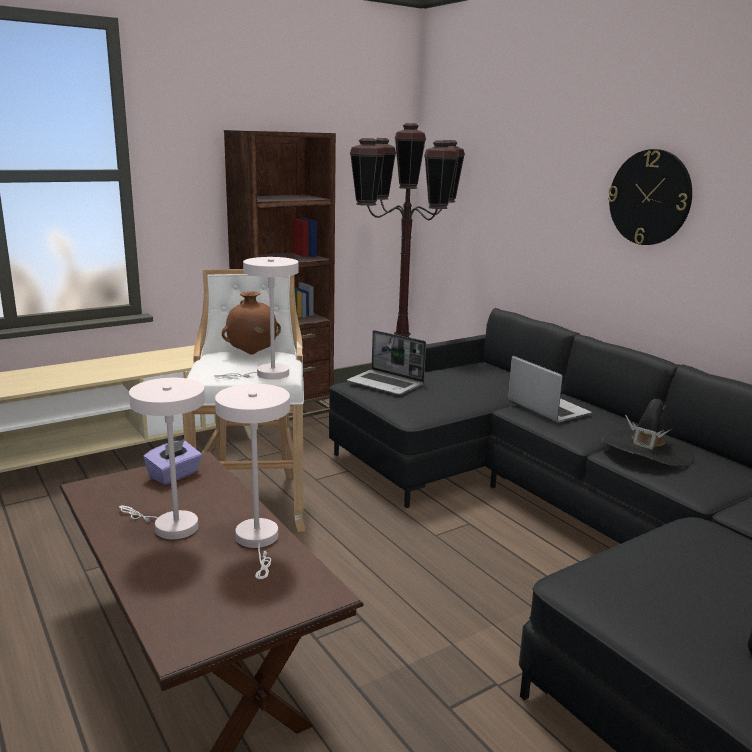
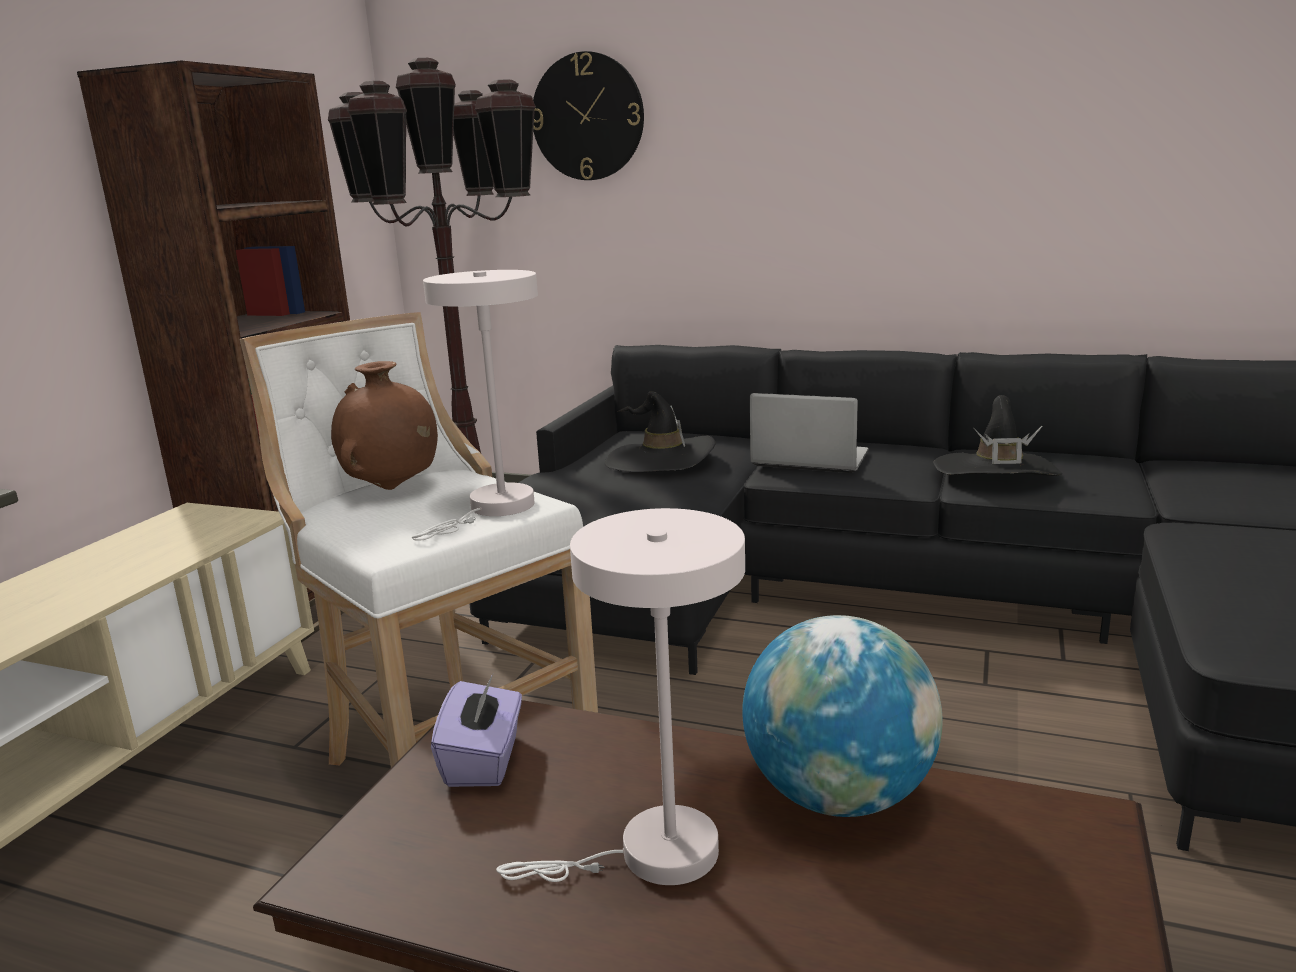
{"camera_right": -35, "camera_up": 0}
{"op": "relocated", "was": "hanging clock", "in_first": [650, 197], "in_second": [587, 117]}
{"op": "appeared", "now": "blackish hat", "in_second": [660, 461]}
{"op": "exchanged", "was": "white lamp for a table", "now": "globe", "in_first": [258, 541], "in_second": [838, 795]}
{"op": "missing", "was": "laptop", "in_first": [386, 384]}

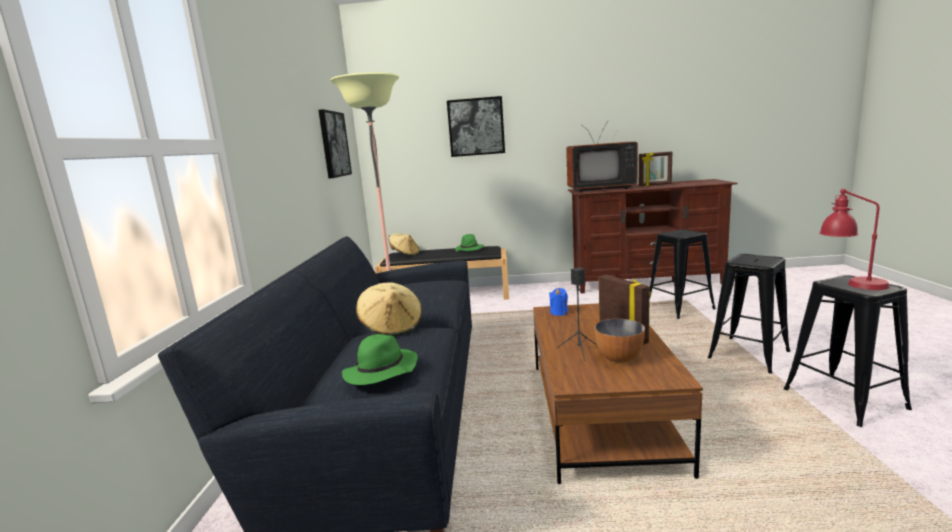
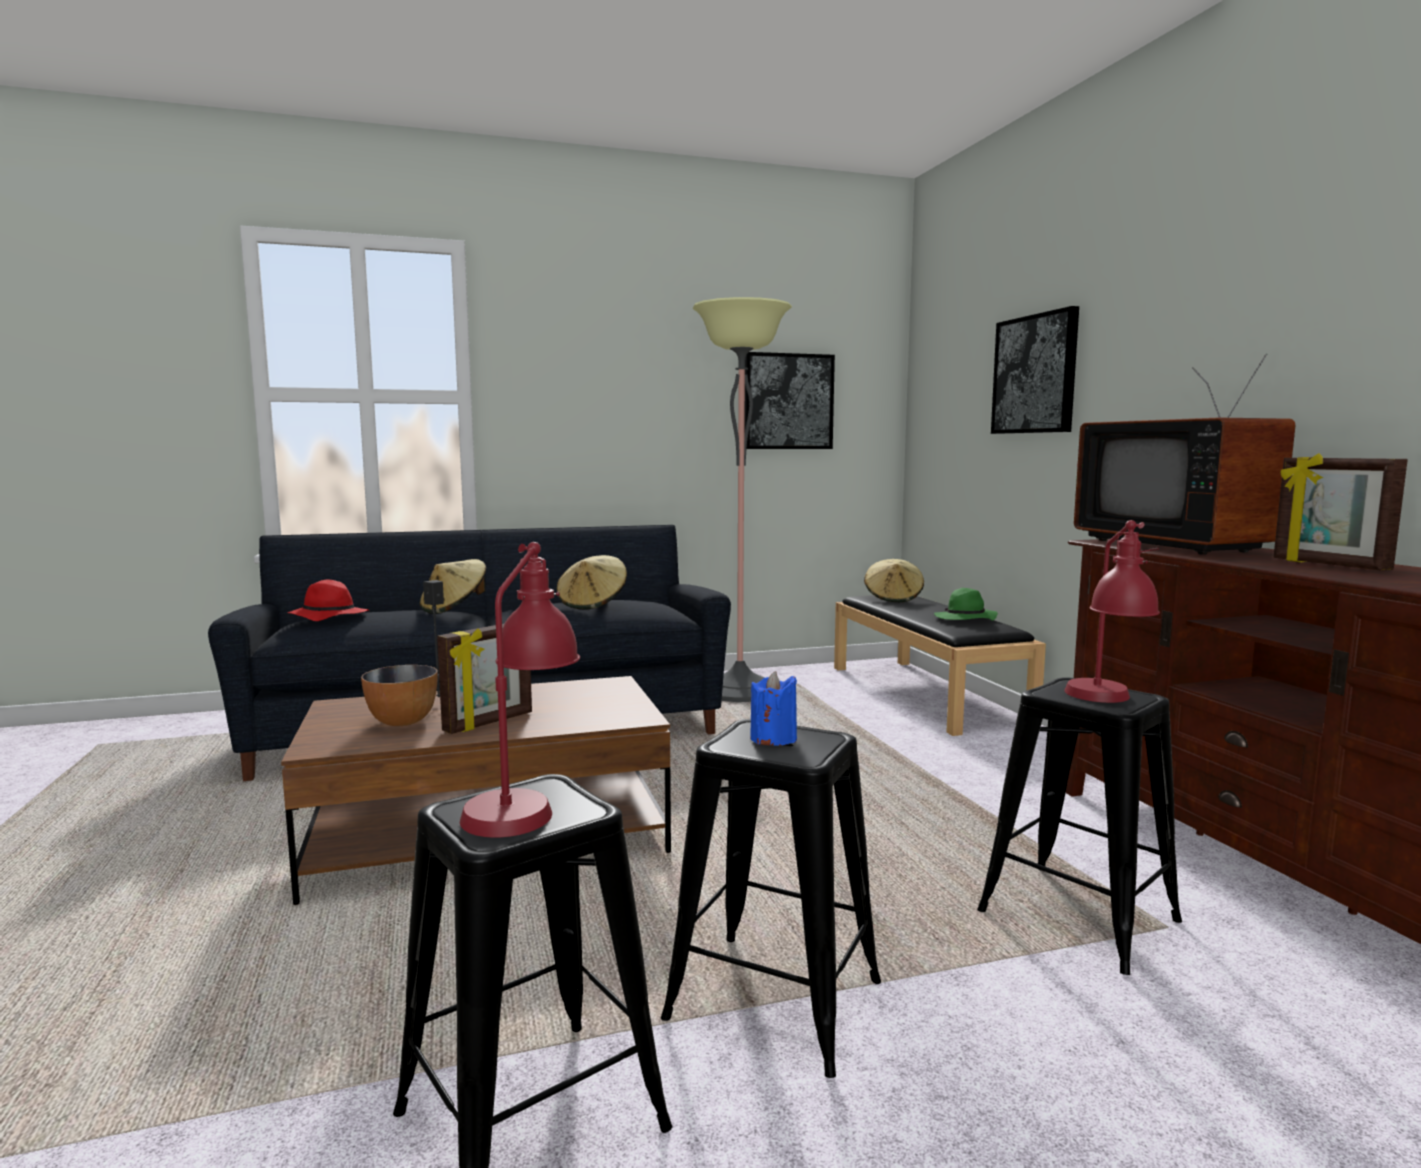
{"camera_right": 70, "camera_up": -5}
{"op": "colour", "was": "greenish hat", "now": "reddish hat", "in_first": [381, 372], "in_second": [328, 617]}
{"op": "appeared", "now": "beige-coloured hat", "in_second": [592, 604]}
{"op": "relocated", "was": "blue candle", "in_first": [559, 312], "in_second": [773, 739]}
{"op": "appeared", "now": "reddish lamp for a table", "in_second": [1107, 701]}

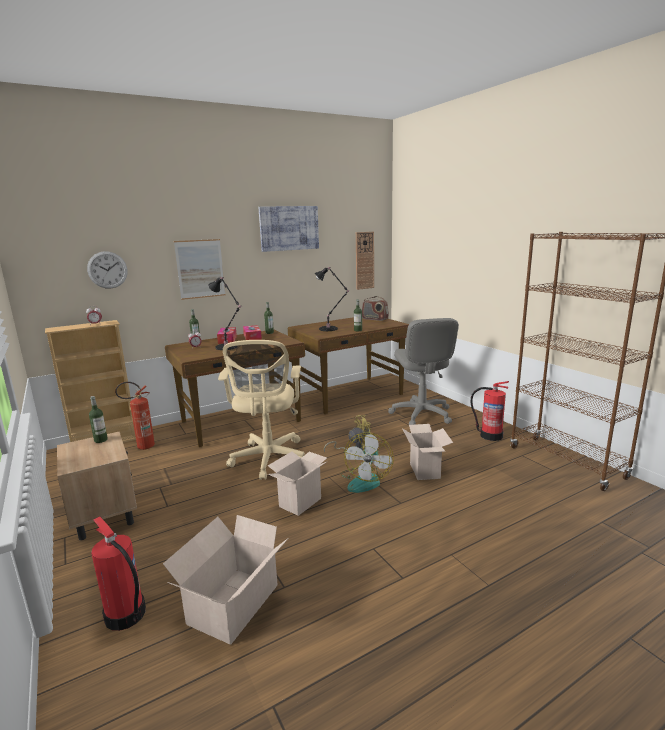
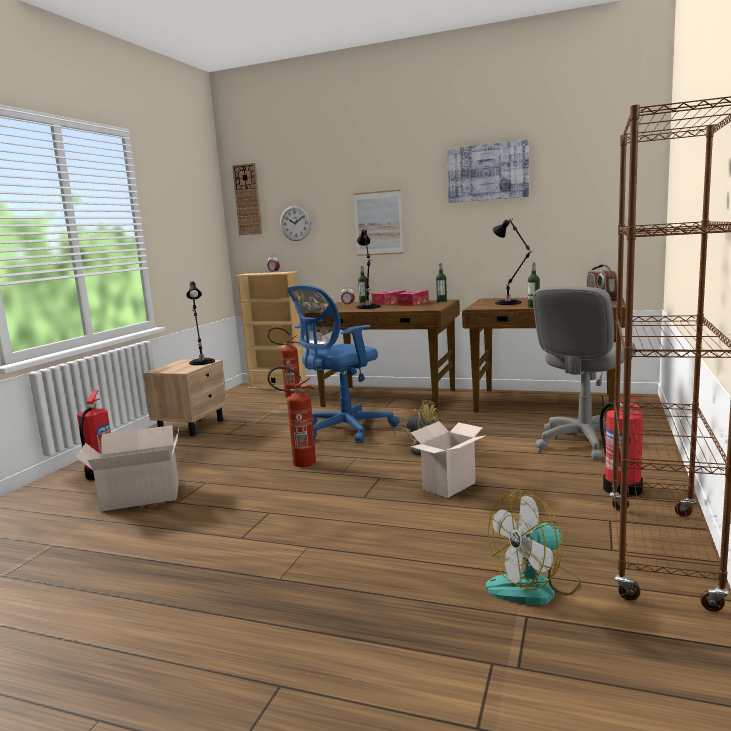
{"camera_right": 50, "camera_up": -5}
{"op": "exchanged", "was": "drink bottle", "now": "blackish lamp for a table", "in_first": [101, 440], "in_second": [202, 362]}
{"op": "relocated", "was": "hanging clock", "in_first": [364, 260], "in_second": [247, 199]}
{"op": "exchanged", "was": "packing box", "now": "fire-fighting cylinder", "in_first": [300, 501], "in_second": [298, 463]}
{"op": "colour", "was": "beige-coloured office chair", "now": "blue office chair", "in_first": [268, 460], "in_second": [343, 430]}
{"op": "relocated", "was": "cooling fan", "in_first": [365, 480], "in_second": [534, 586]}

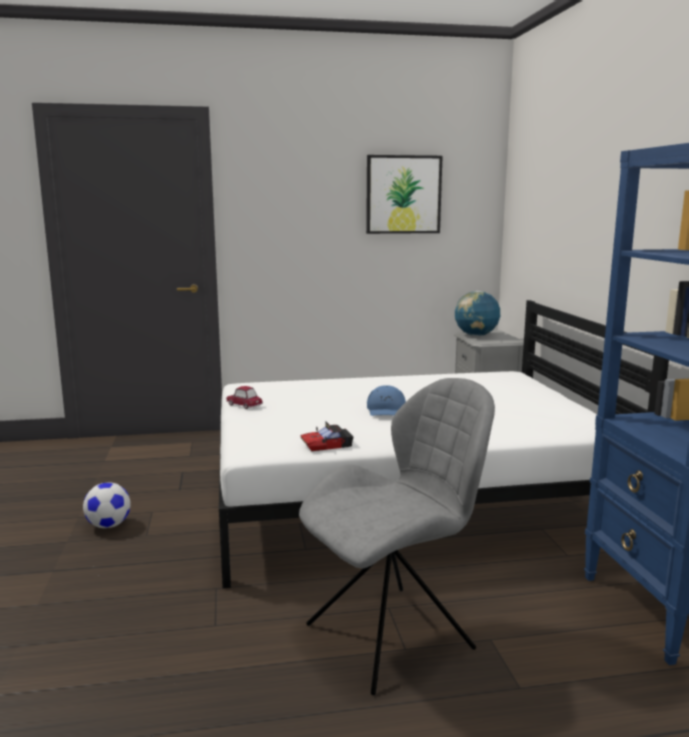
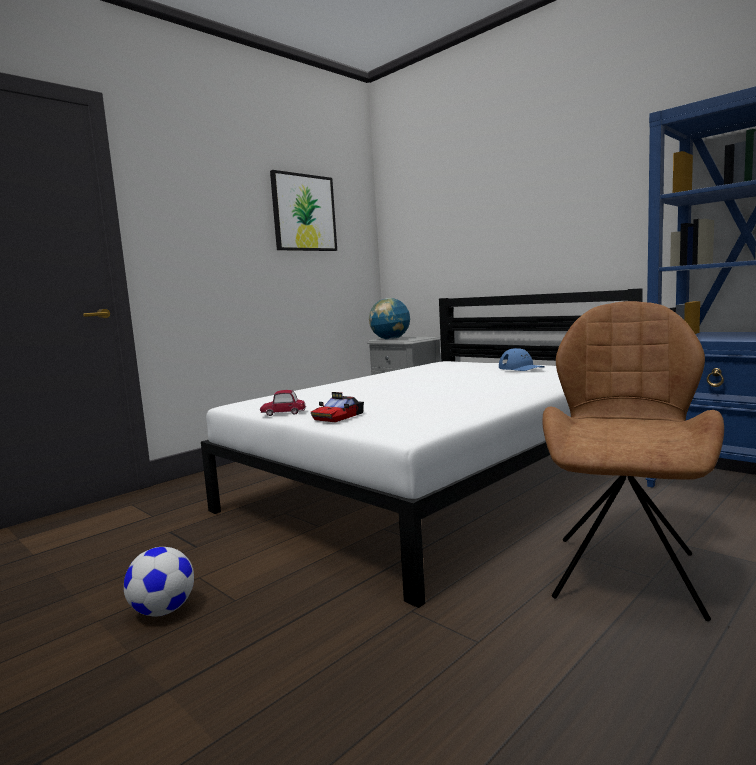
{"camera_right": -35, "camera_up": -5}
{"op": "relocated", "was": "miniature car", "in_first": [327, 444], "in_second": [338, 416]}
{"op": "relocated", "was": "blue cap", "in_first": [386, 410], "in_second": [521, 368]}
{"op": "colour", "was": "greyish plain chair", "now": "brown-coloured plain chair", "in_first": [394, 634], "in_second": [626, 572]}

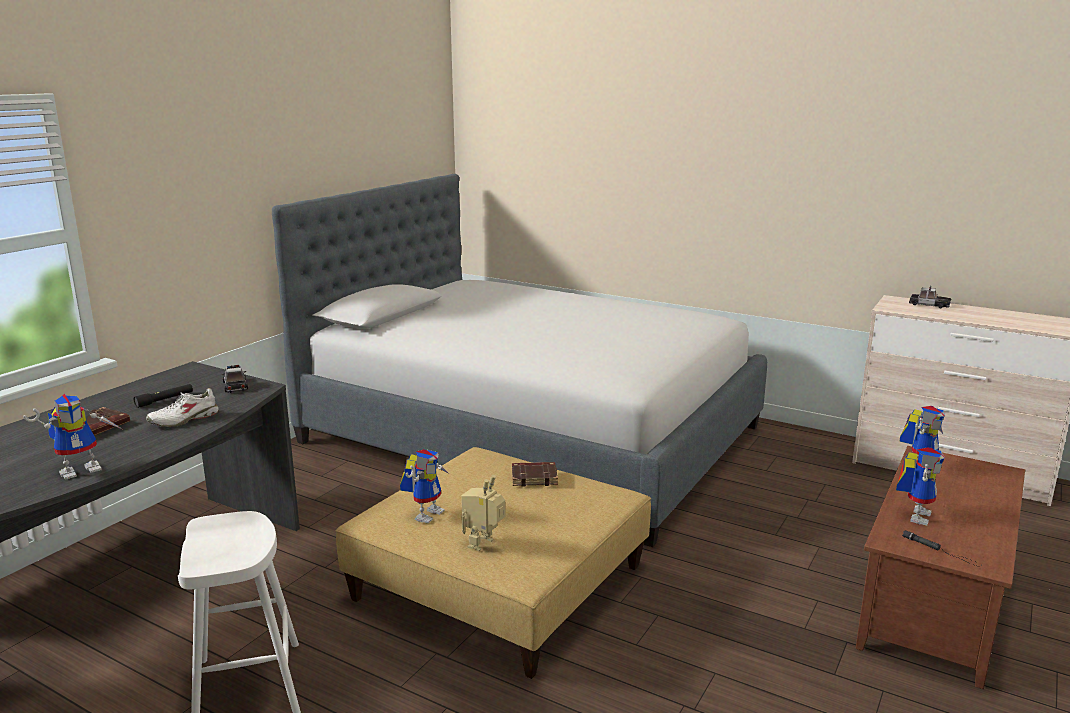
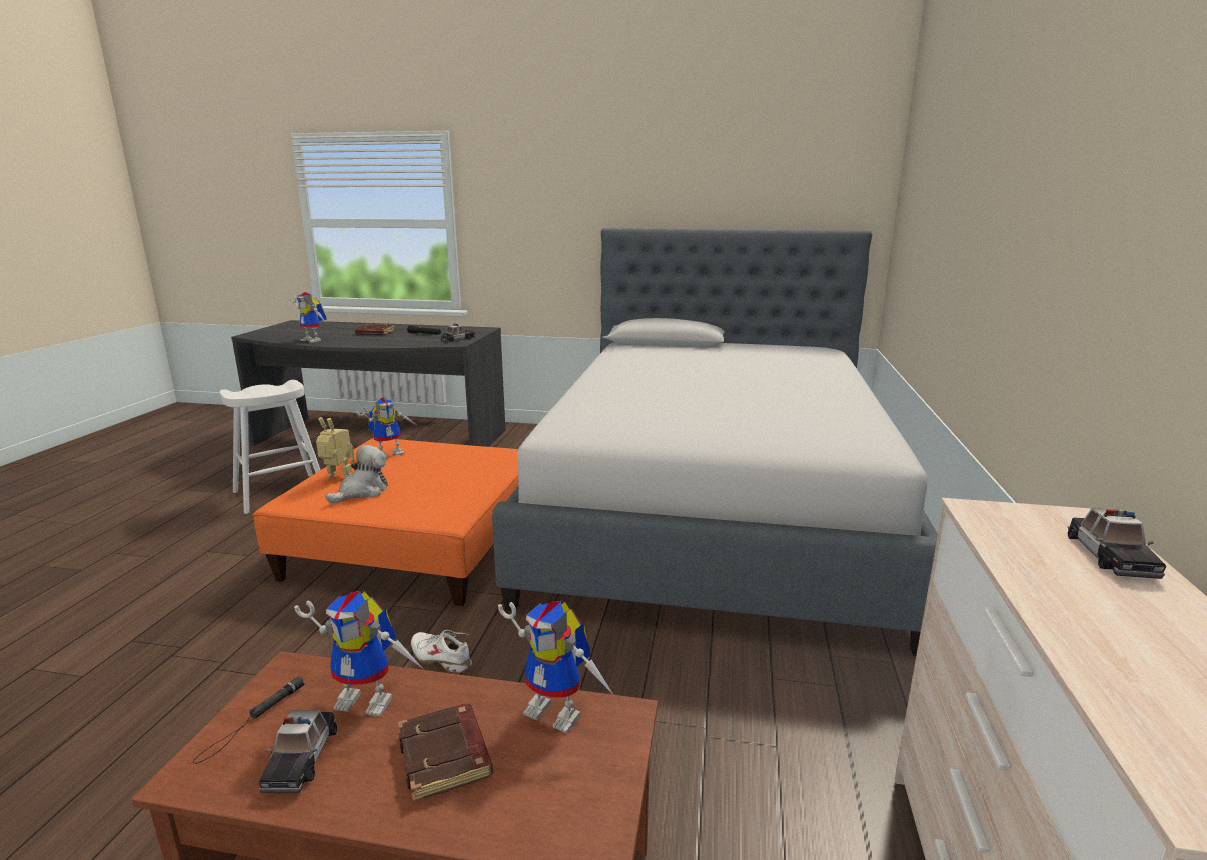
{"camera_right": 70, "camera_up": 0}
{"op": "colour", "was": "beige-coloured ottoman", "now": "orangey ottoman", "in_first": [499, 583], "in_second": [415, 543]}
{"op": "appeared", "now": "miniature car", "in_second": [300, 758]}
{"op": "appeared", "now": "soft toy", "in_second": [362, 491]}
{"op": "spun", "was": "model robot", "in_first": [427, 513], "in_second": [390, 453], "clockwise": -45}
{"op": "relocated", "was": "brown-coloured book", "in_first": [534, 477], "in_second": [446, 756]}
{"op": "relocated", "was": "white shoe", "in_first": [184, 419], "in_second": [441, 658]}

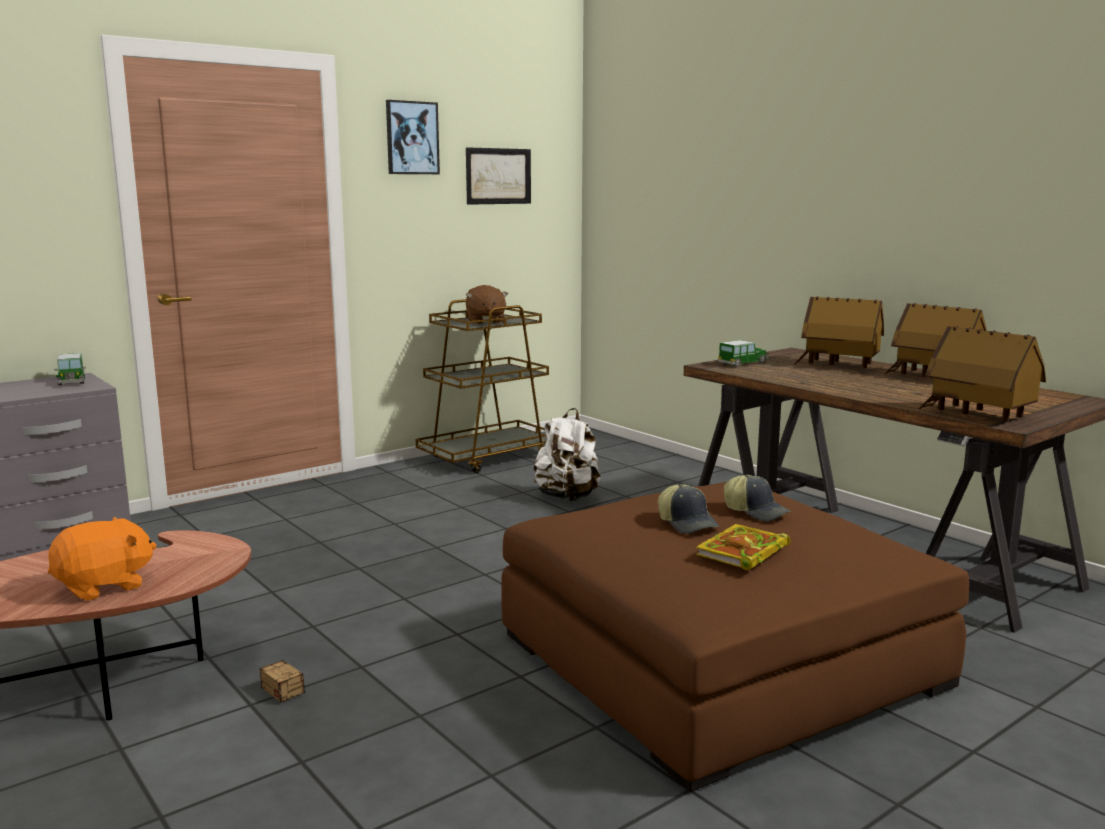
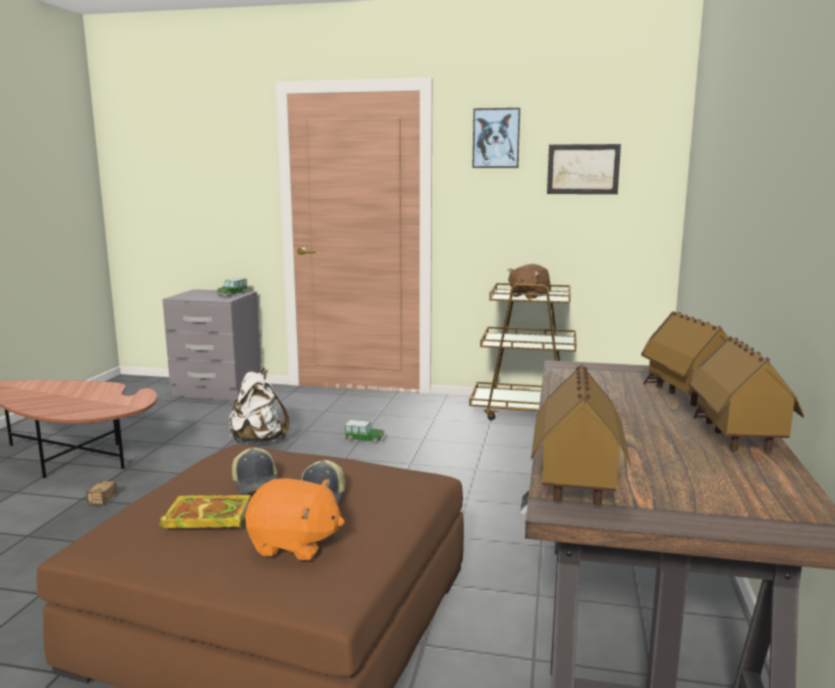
{"camera_right": 50, "camera_up": 0}
{"op": "relocated", "was": "white backpack", "in_first": [567, 498], "in_second": [258, 441]}
{"op": "spun", "was": "cap", "in_first": [687, 523], "in_second": [256, 483], "clockwise": -45}
{"op": "relocated", "was": "orangey soft toy", "in_first": [104, 586], "in_second": [294, 544]}
{"op": "relocated", "was": "miniature car", "in_first": [743, 363], "in_second": [365, 439]}

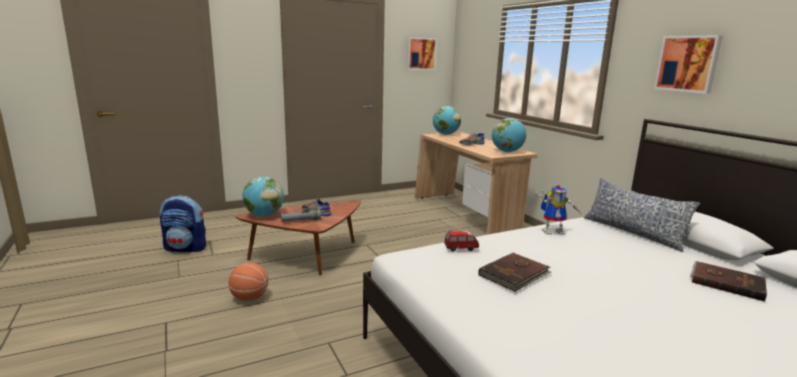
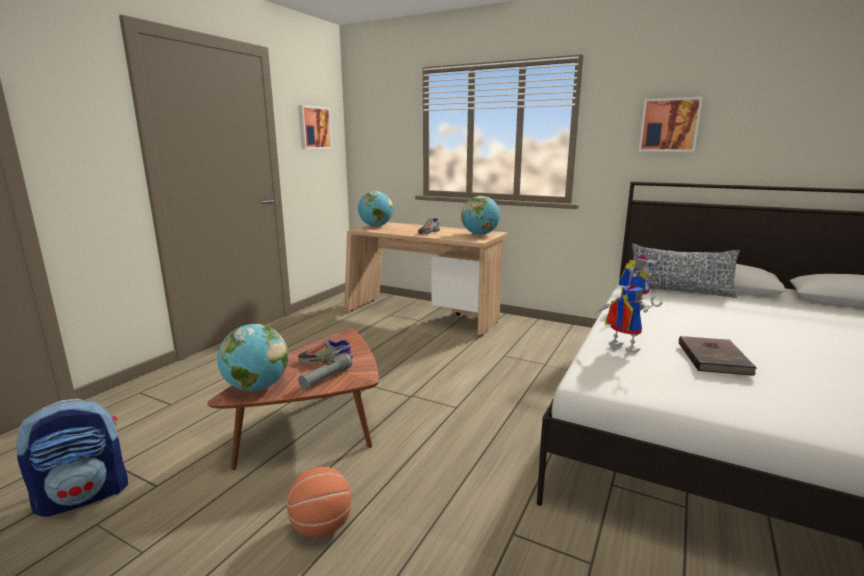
{"camera_right": -35, "camera_up": 0}
{"op": "exchanged", "was": "miniature car", "now": "model robot", "in_first": [461, 248], "in_second": [619, 348]}
{"op": "missing", "was": "brown-coloured book", "in_first": [726, 282]}

